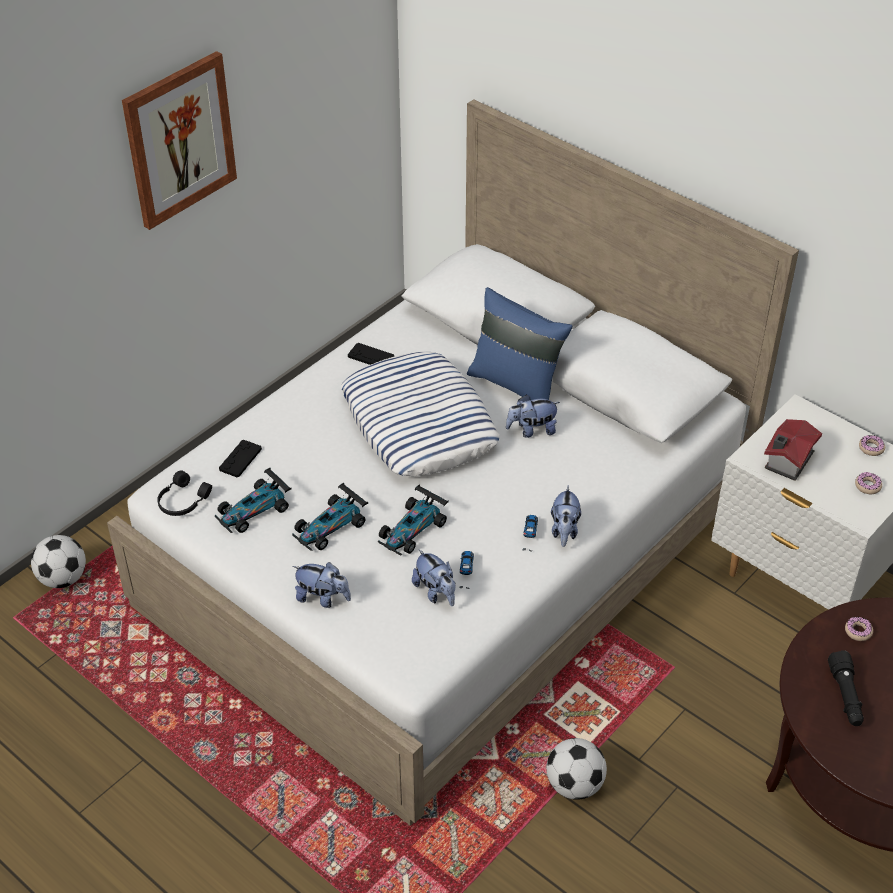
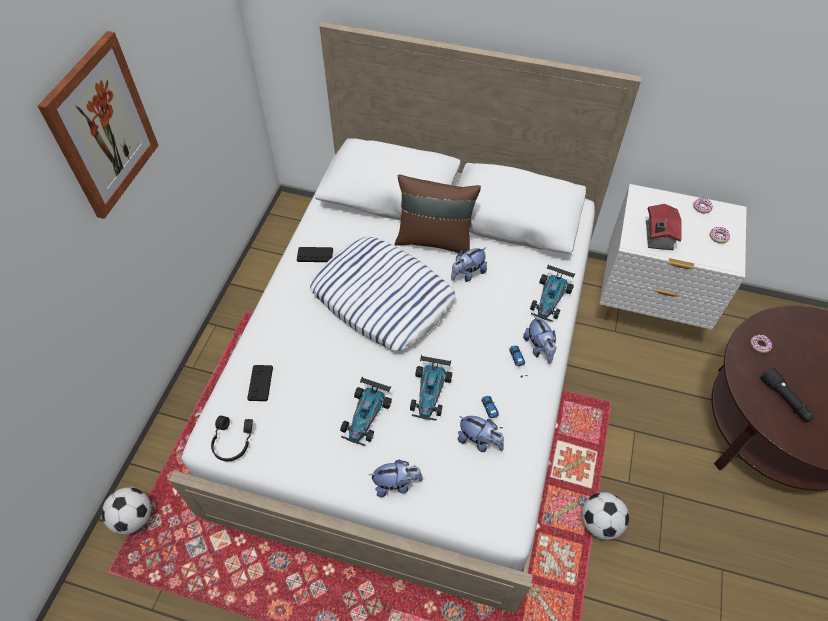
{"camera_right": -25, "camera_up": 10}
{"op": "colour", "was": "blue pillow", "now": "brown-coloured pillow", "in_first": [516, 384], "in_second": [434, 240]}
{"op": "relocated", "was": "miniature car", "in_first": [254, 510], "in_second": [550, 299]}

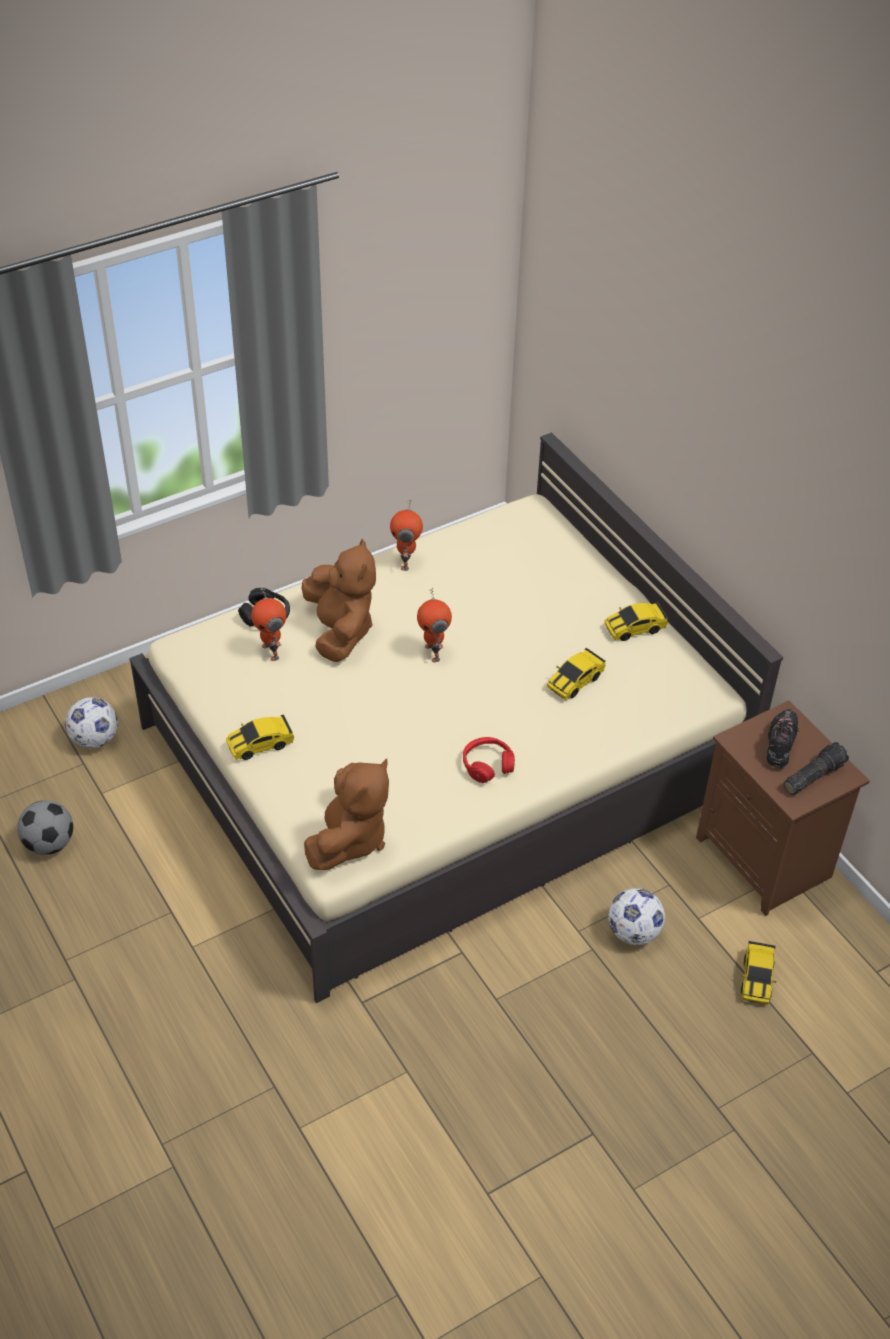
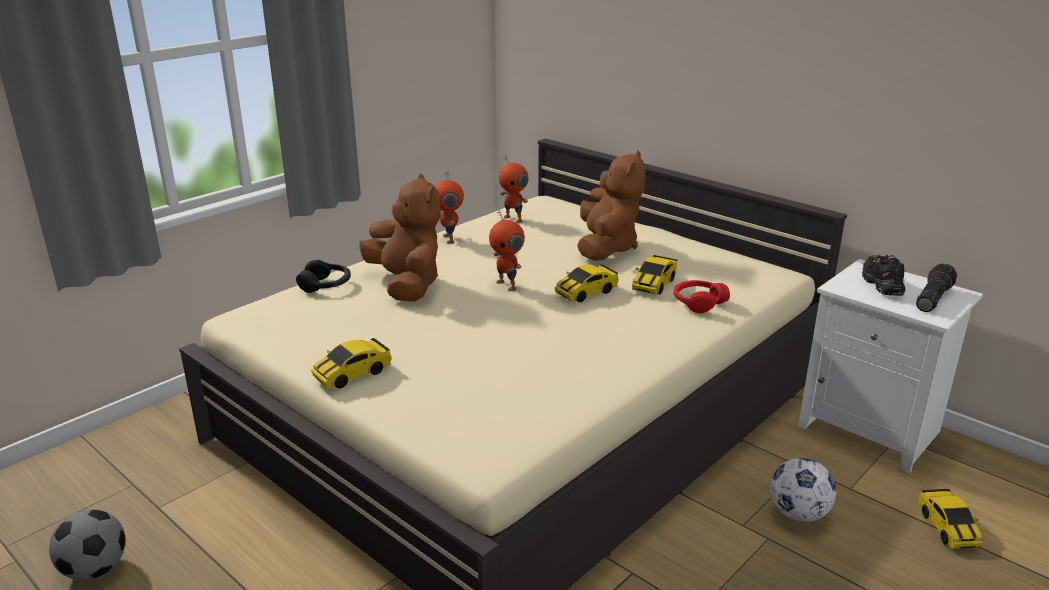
{"camera_right": -15, "camera_up": -20}
{"op": "relocated", "was": "model robot", "in_first": [272, 651], "in_second": [514, 219]}
{"op": "relocated", "was": "miniature car", "in_first": [635, 628], "in_second": [586, 292]}
{"op": "relocated", "was": "brown-coloured soft toy", "in_first": [349, 839], "in_second": [606, 247]}
{"op": "relocated", "was": "reddish headset", "in_first": [487, 765], "in_second": [698, 303]}
{"op": "colour", "was": "brown-coloured bedside table", "now": "white bedside table", "in_first": [767, 859], "in_second": [873, 429]}
{"op": "missing", "was": "football", "in_first": [94, 739]}

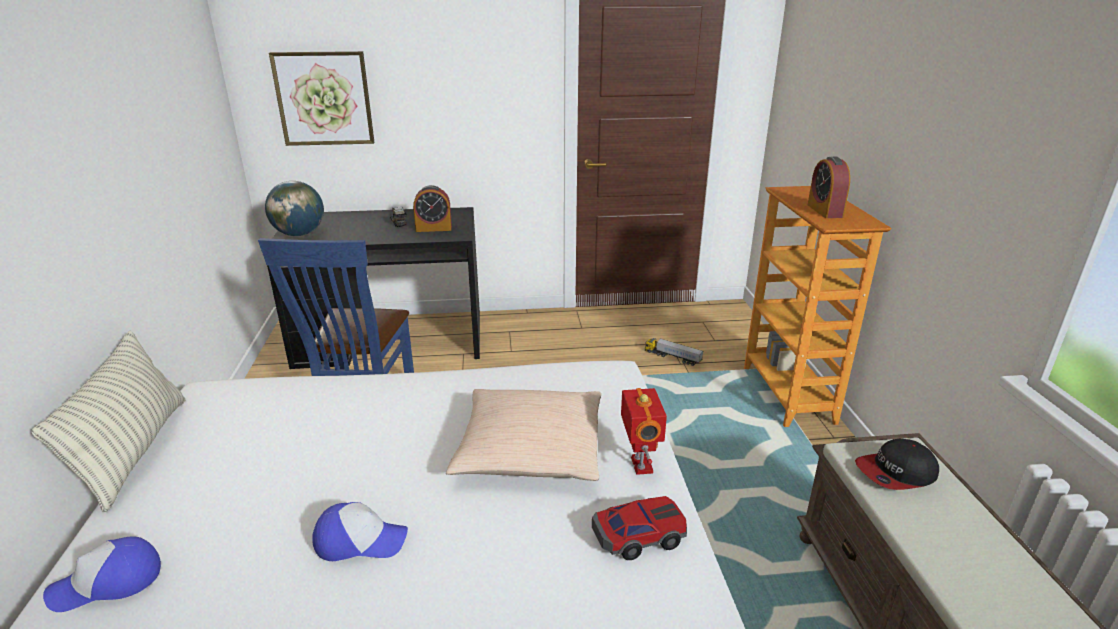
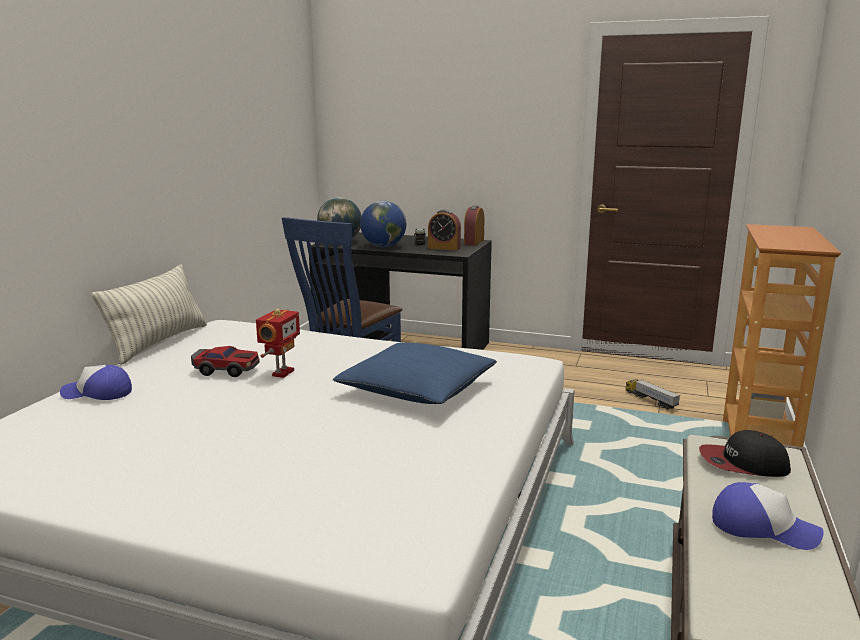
{"camera_right": 25, "camera_up": -10}
{"op": "relocated", "was": "miniature car", "in_first": [638, 535], "in_second": [227, 369]}
{"op": "relocated", "was": "model robot", "in_first": [639, 465], "in_second": [281, 373]}
{"op": "colour", "was": "beige-coloured pillow", "now": "blue pillow", "in_first": [530, 449], "in_second": [417, 390]}
{"op": "appeared", "now": "globe", "in_second": [383, 246]}
{"op": "relocated", "was": "table clock", "in_first": [824, 211], "in_second": [474, 242]}
{"op": "relocated", "was": "cap", "in_first": [360, 540], "in_second": [763, 528]}
{"op": "missing", "was": "wall picture", "in_first": [324, 99]}

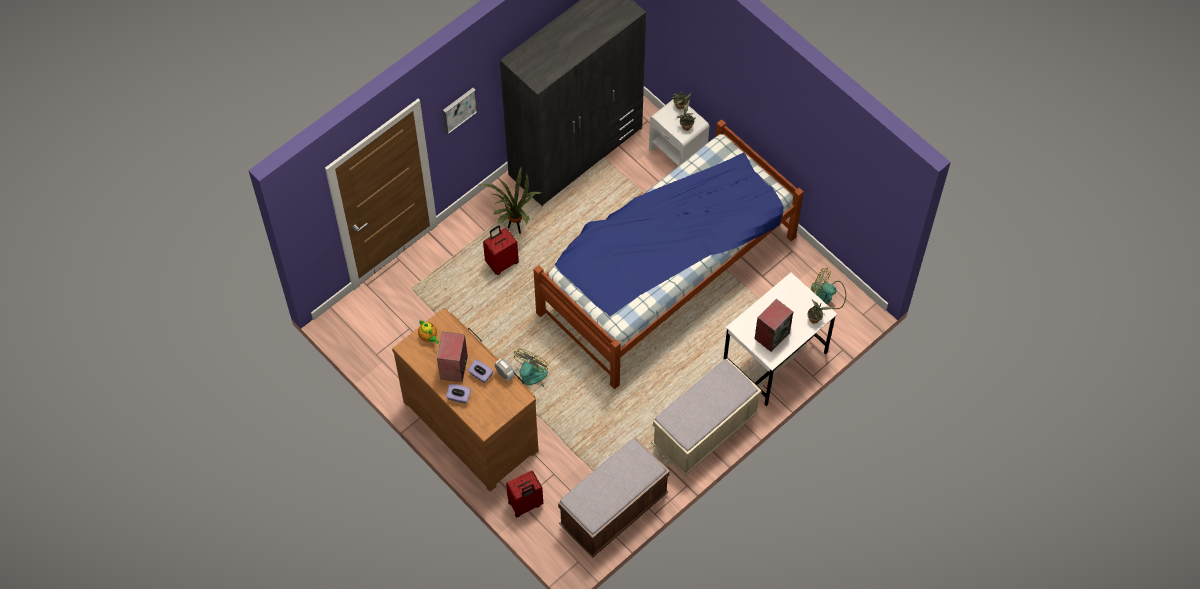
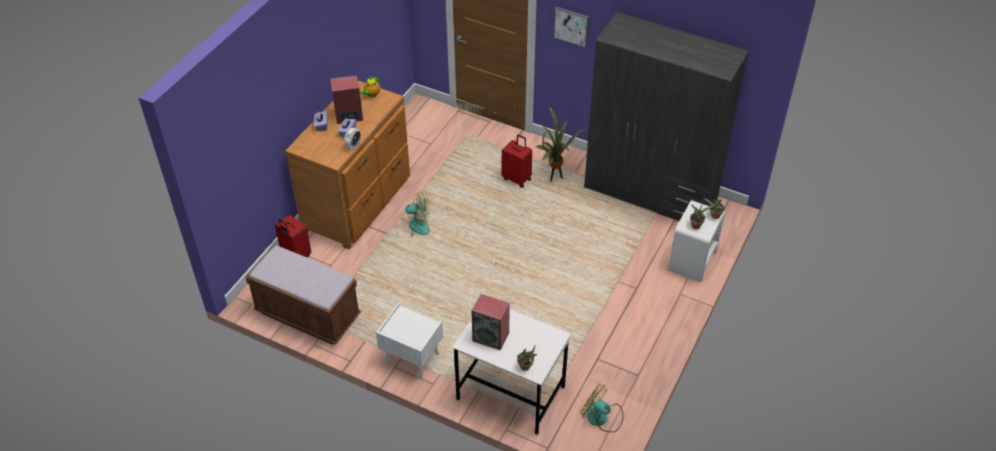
{"camera_right": 70, "camera_up": -15}
{"op": "exchanged", "was": "beige-coloured bench", "now": "white bedside table", "in_first": [704, 431], "in_second": [411, 359]}
{"op": "spun", "was": "cooling fan", "in_first": [826, 296], "in_second": [602, 417], "clockwise": -60}
{"op": "missing", "was": "sleeping bed", "in_first": [666, 274]}

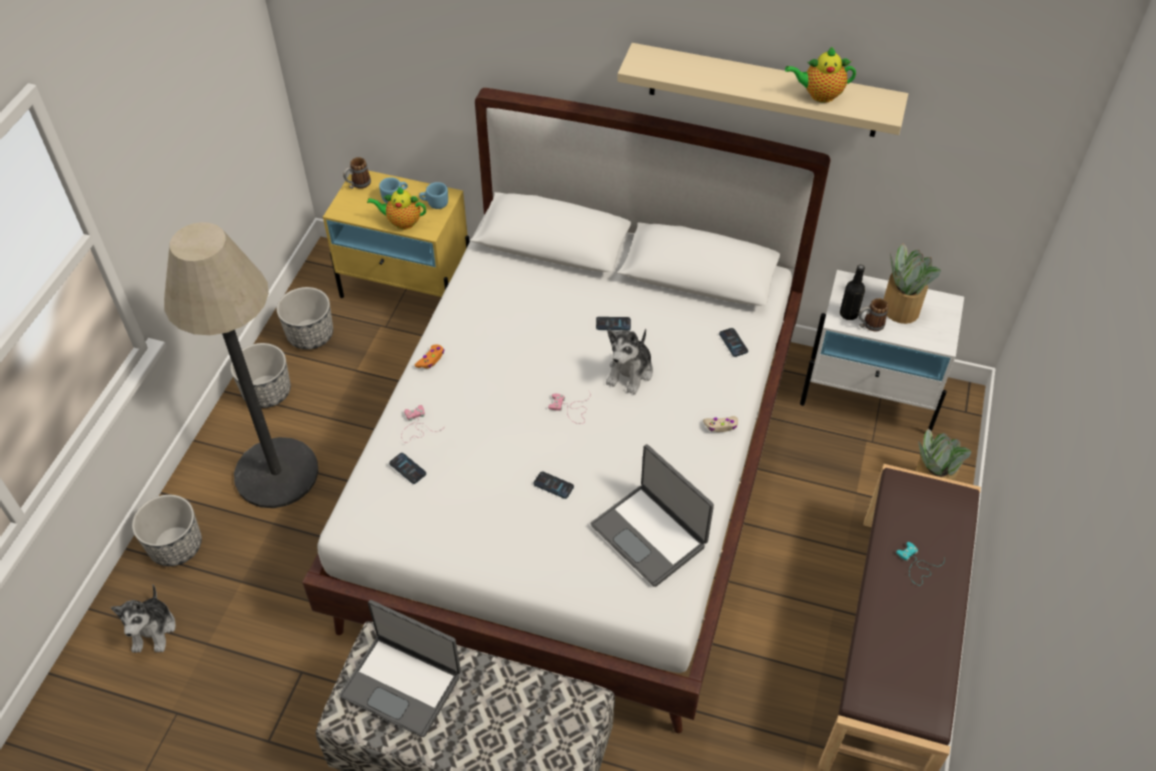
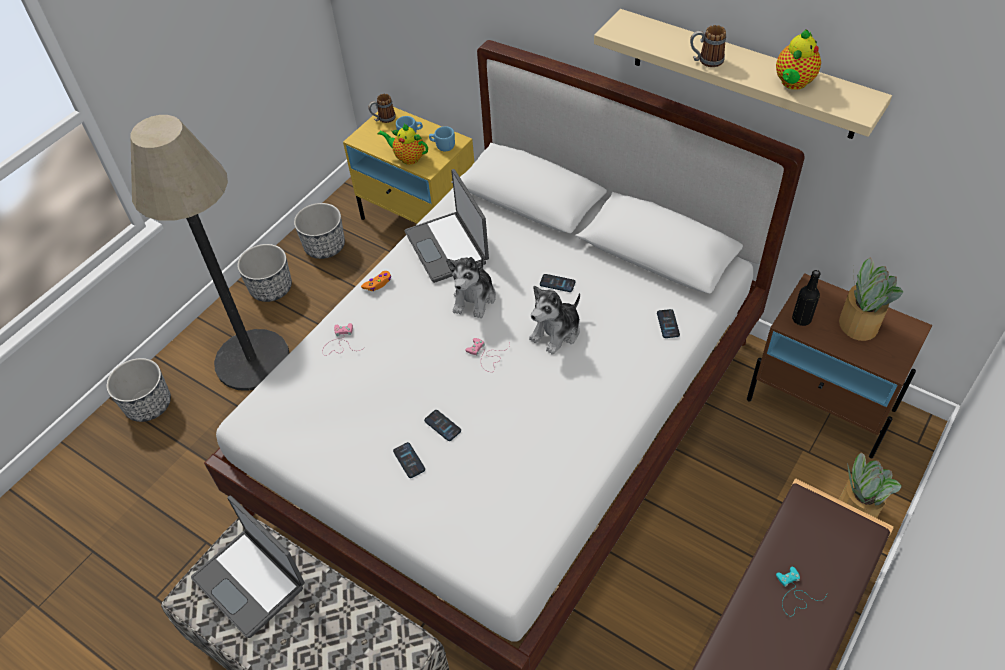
{"camera_right": 20, "camera_up": 0}
{"op": "relocated", "was": "telephone", "in_first": [407, 468], "in_second": [409, 460]}
{"op": "relocated", "was": "laptop", "in_first": [650, 534], "in_second": [448, 247]}
{"op": "relocated", "was": "soft toy", "in_first": [153, 630], "in_second": [474, 298]}
{"op": "relocated", "was": "tea mug", "in_first": [869, 325], "in_second": [705, 61]}
{"op": "colour", "was": "white bedside table", "now": "brown-coloured bedside table", "in_first": [870, 395], "in_second": [821, 405]}
{"op": "spun", "was": "tea pot", "in_first": [819, 95], "in_second": [793, 83], "clockwise": -75}
{"op": "missing", "was": "beige-coloured gamepad", "in_first": [721, 426]}

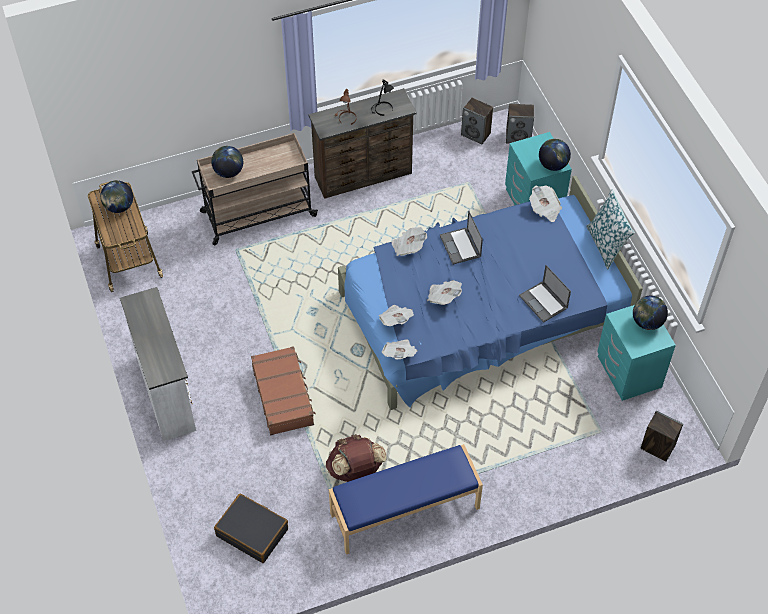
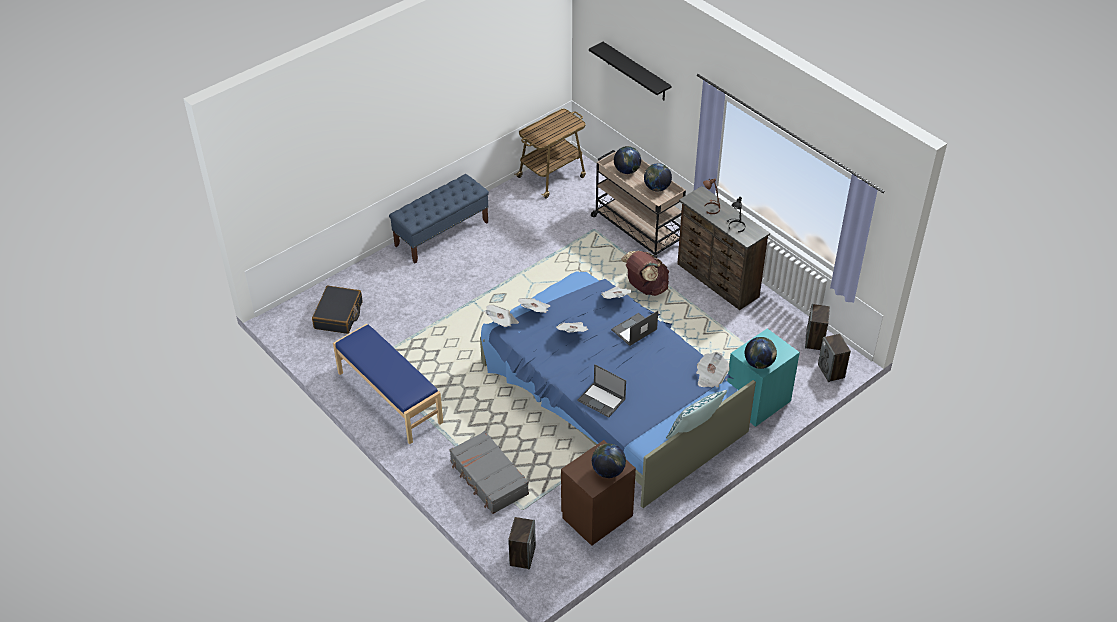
{"camera_right": 70, "camera_up": -10}
{"op": "exchanged", "was": "white dresser", "now": "blue bench", "in_first": [167, 392], "in_second": [442, 234]}
{"op": "appeared", "now": "greyish piece of luggage", "in_second": [488, 478]}
{"op": "colour", "was": "turquoise-coloured bedside table", "now": "brown-coloured bedside table", "in_first": [628, 372], "in_second": [596, 516]}
{"op": "spun", "was": "laptop", "in_first": [543, 302], "in_second": [602, 400], "clockwise": -90}
{"op": "appeared", "now": "blackish shelf", "in_second": [636, 72]}
{"op": "relocated", "was": "brown-coloured backpack", "in_first": [356, 470], "in_second": [645, 288]}
{"op": "relocated", "was": "globe", "in_first": [119, 207], "in_second": [657, 188]}
{"op": "missing", "was": "brown-coloured piece of luggage", "in_first": [283, 395]}

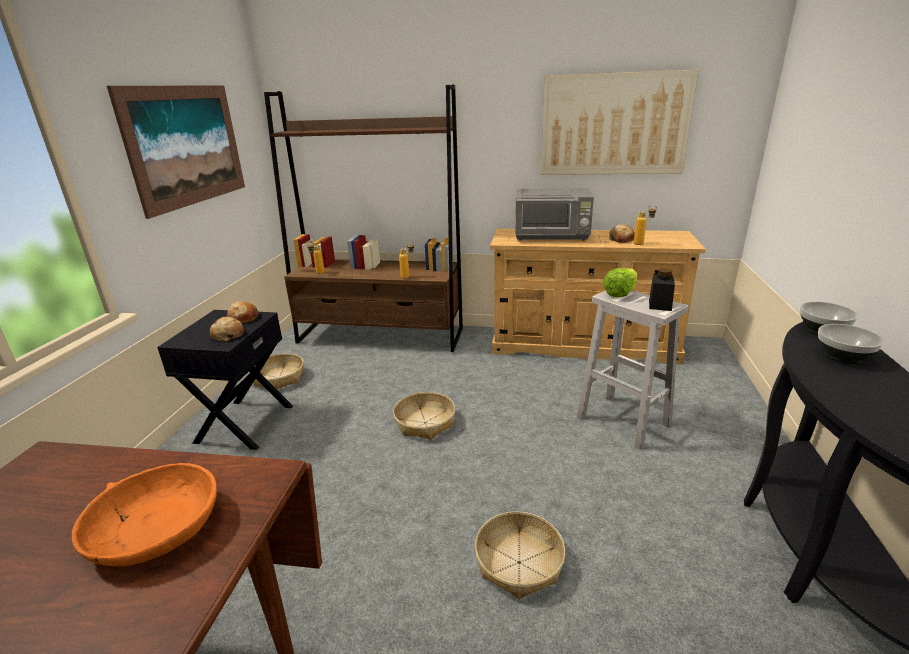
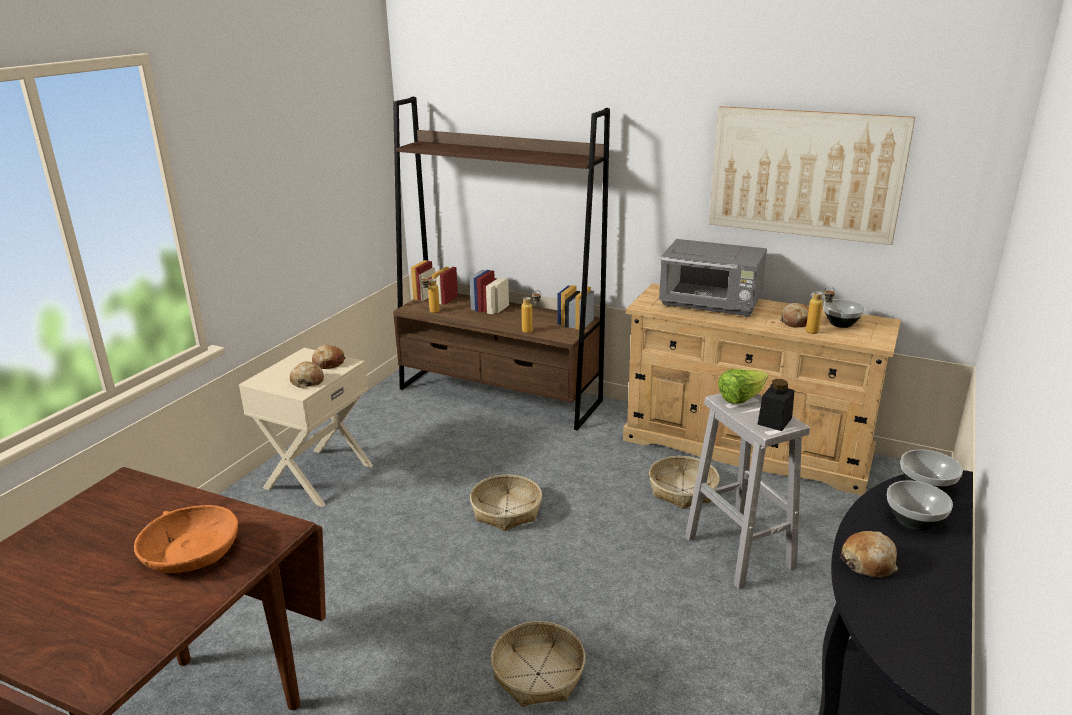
{"camera_right": 15, "camera_up": 0}
{"op": "colour", "was": "blackish bedside table", "now": "beige-coloured bedside table", "in_first": [244, 423], "in_second": [317, 476]}
{"op": "relocated", "was": "household basket", "in_first": [279, 378], "in_second": [682, 490]}
{"op": "appeared", "now": "deep dish", "in_second": [841, 323]}
{"op": "appeared", "now": "bread", "in_second": [868, 562]}
{"op": "missing", "was": "wall picture", "in_first": [187, 145]}

